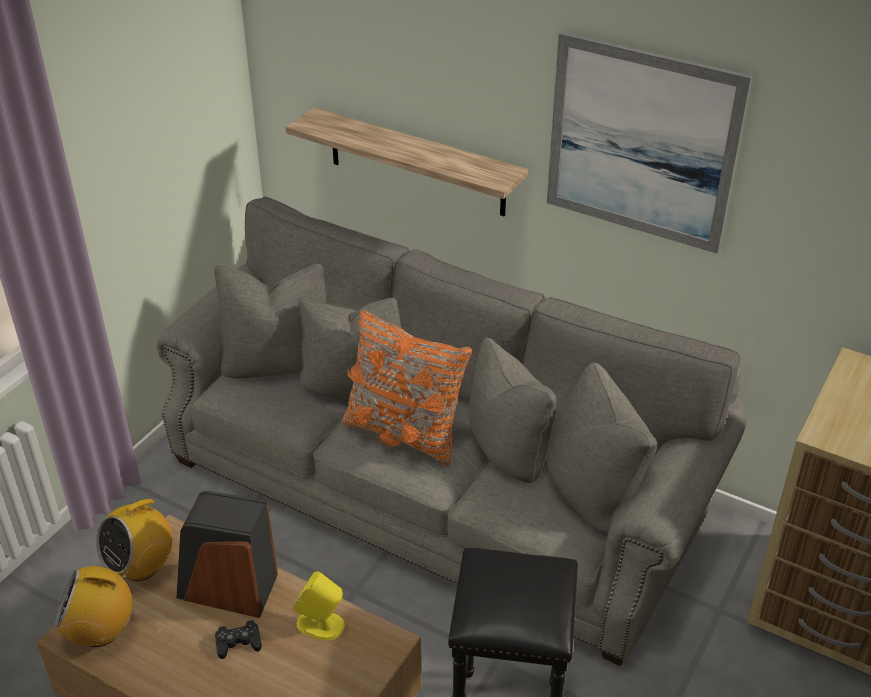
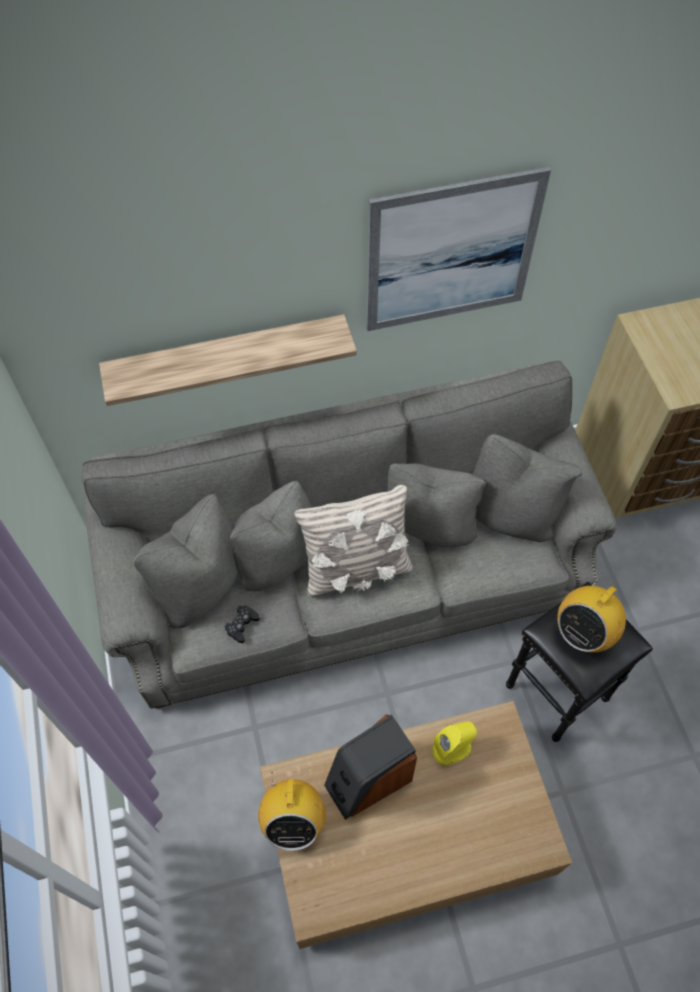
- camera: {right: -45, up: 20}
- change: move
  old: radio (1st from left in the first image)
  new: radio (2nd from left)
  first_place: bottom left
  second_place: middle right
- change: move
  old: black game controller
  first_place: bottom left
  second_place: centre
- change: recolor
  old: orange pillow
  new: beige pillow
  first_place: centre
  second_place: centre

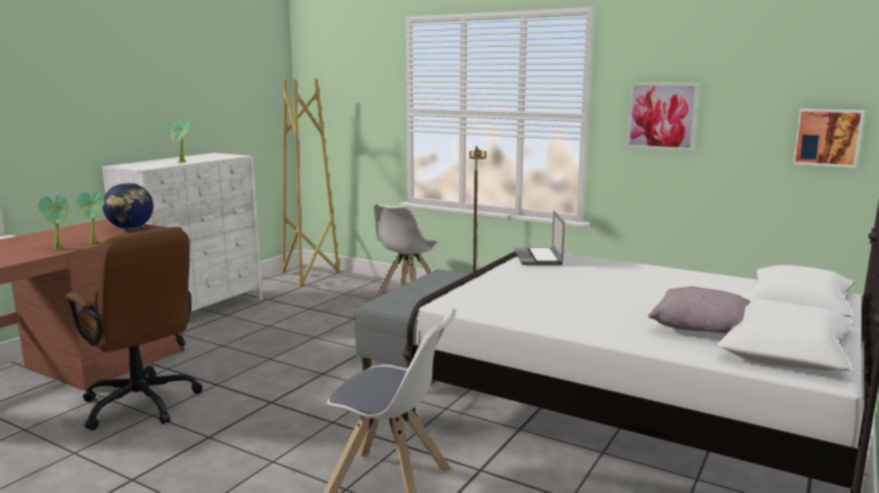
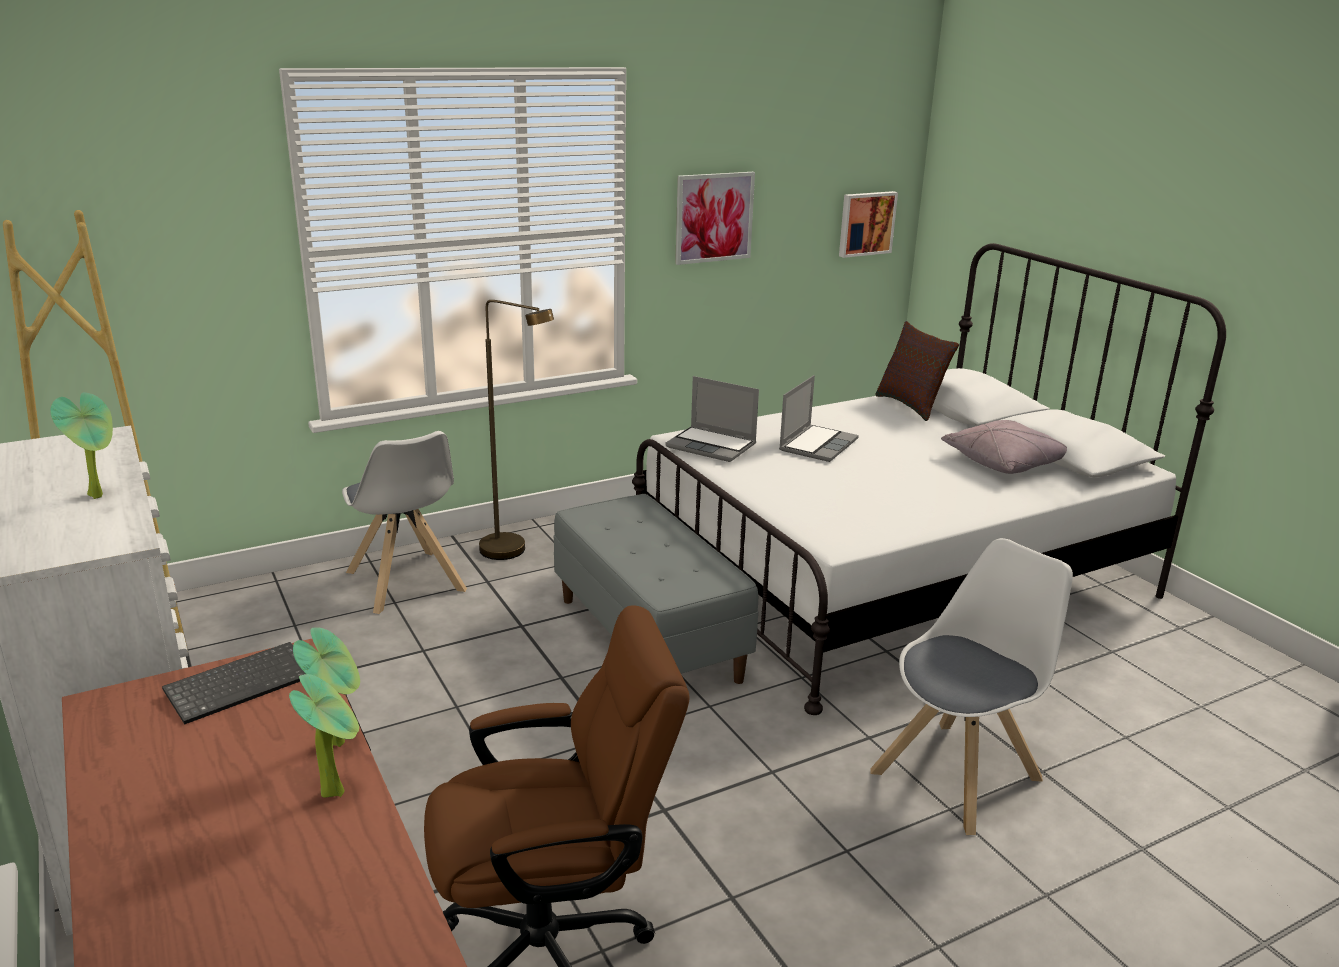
- camera: {right: -60, up: 10}
- change: insert
  new: laptop (2nd from left)
  second_place: centre
- change: insert
  new: brown pillow
  second_place: middle right
- change: replace
  old: globe
  new: keyboard
  first_place: middle left
  second_place: bottom left

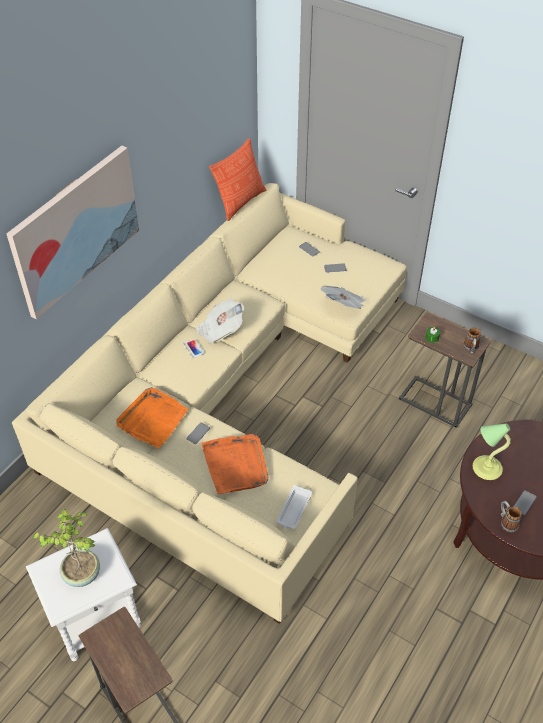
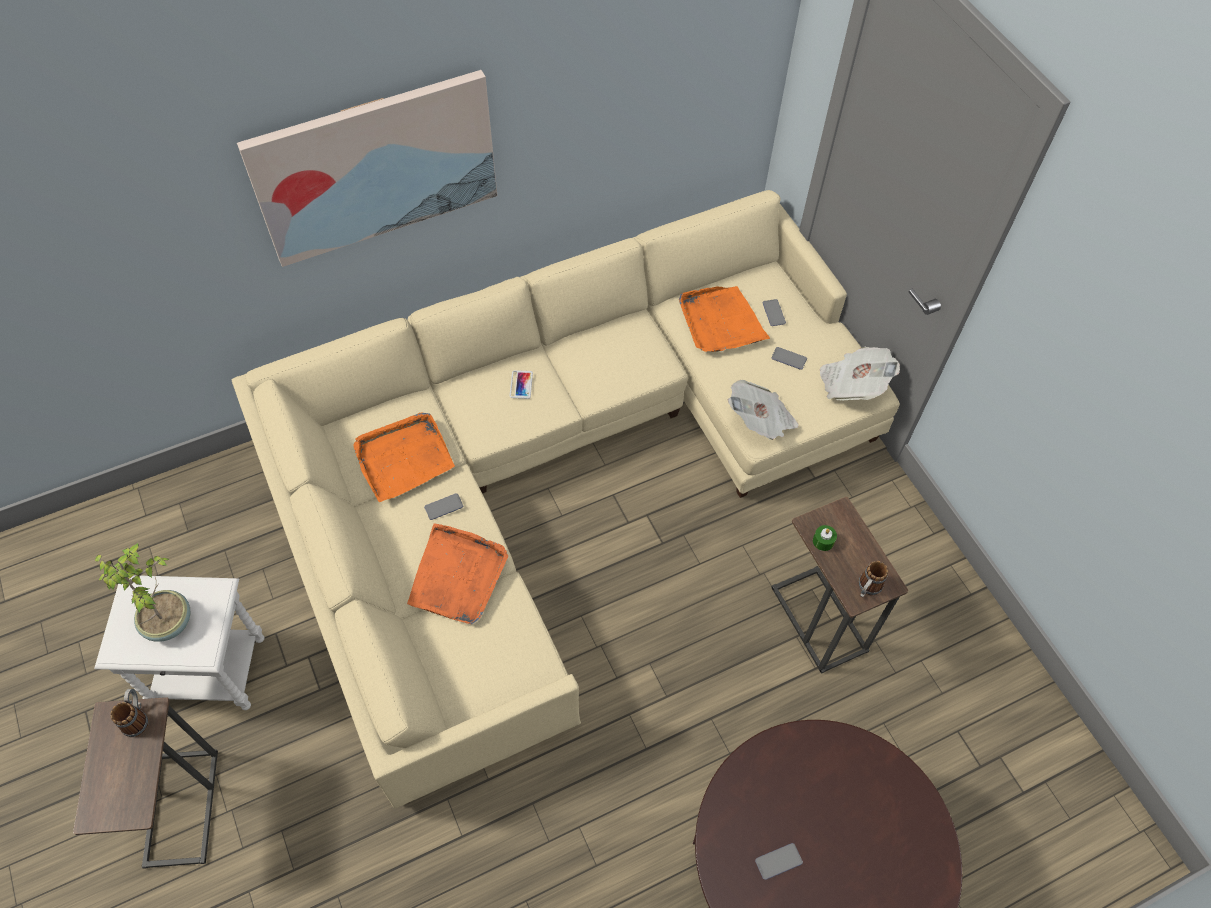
- camera: {right: 30, up: 10}
- change: delete
  old: orange pillow
  first_place: top centre
- change: delete
  old: white tray
  first_place: bottom centre
- change: delete
  old: table lamp
  first_place: middle right
- change: insert
  new: orange tray (3rd from left)
  second_place: centre
- change: move
  old: newspaper (1st from left in the first image)
  new: newspaper (2nd from left)
  first_place: centre
  second_place: middle right
- change: move
  old: mug (2nd from left in the first image)
  new: mug (1st from left)
  first_place: bottom right
  second_place: bottom left

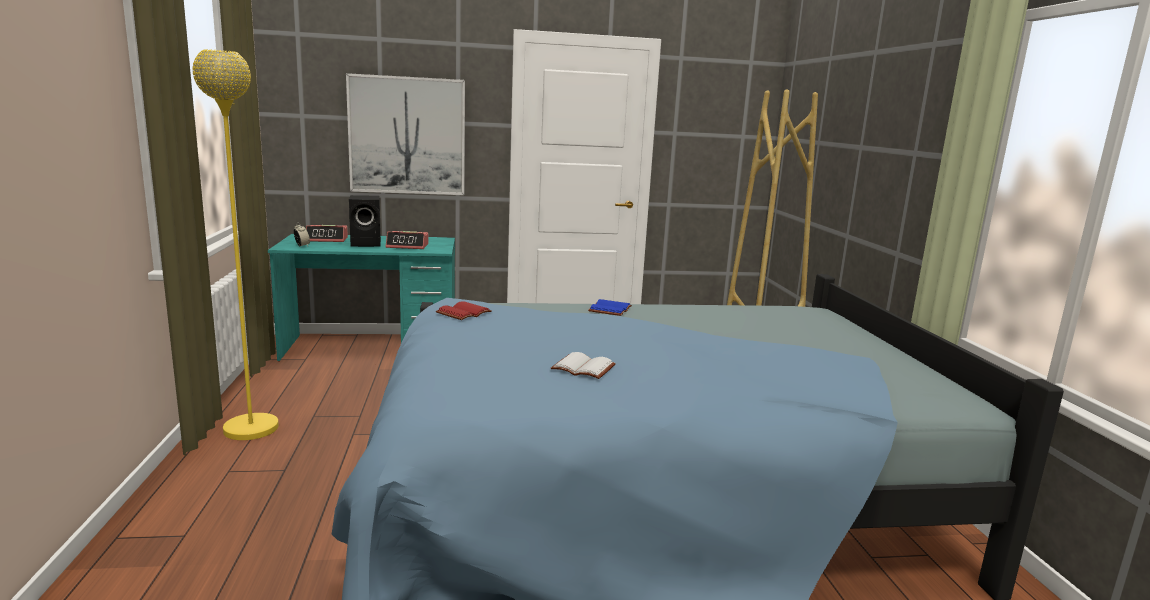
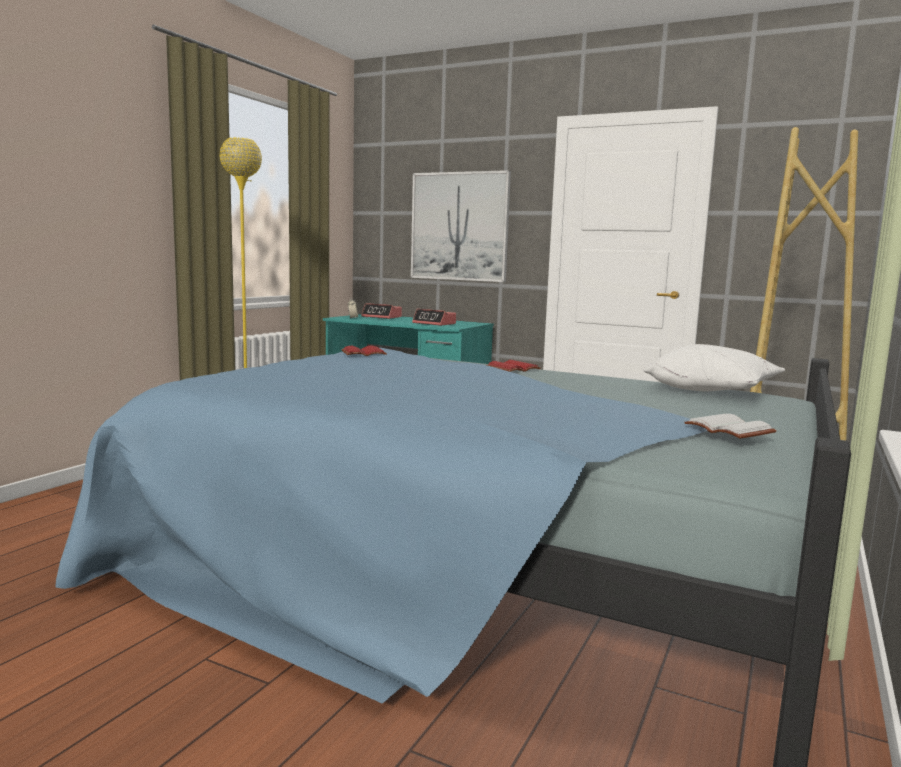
- camera: {right: 35, up: -5}
- change: delete
  old: black speaker
  first_place: middle left
- change: insert
  new: white pillow
  second_place: middle right
- change: move
  old: white book
  first_place: centre
  second_place: middle right
- change: recolor
  old: blue book
  new: red book (2nd from left)
  first_place: centre
  second_place: centre

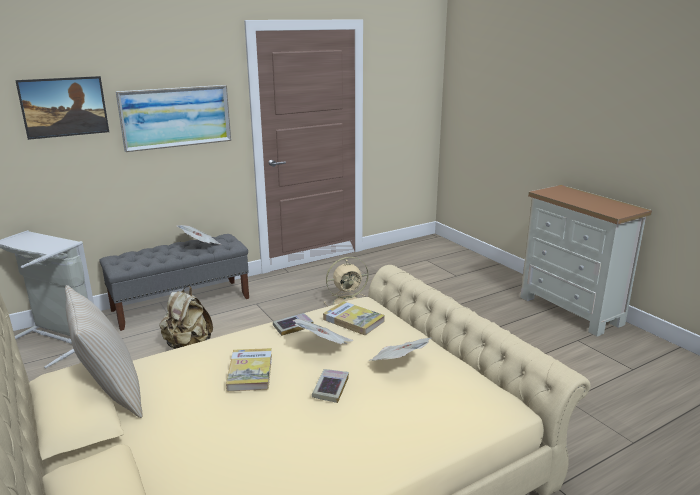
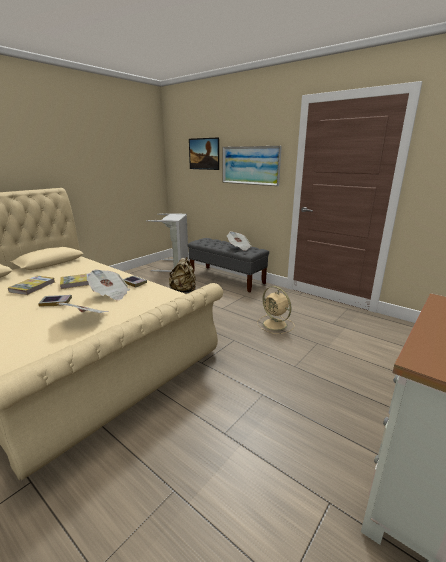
- camera: {right: 70, up: 0}
- change: delete
  old: beige pillow
  first_place: bottom left
- change: move
  old: book (4th from left in the first image)
  new: book (1st from left)
  first_place: centre
  second_place: middle left

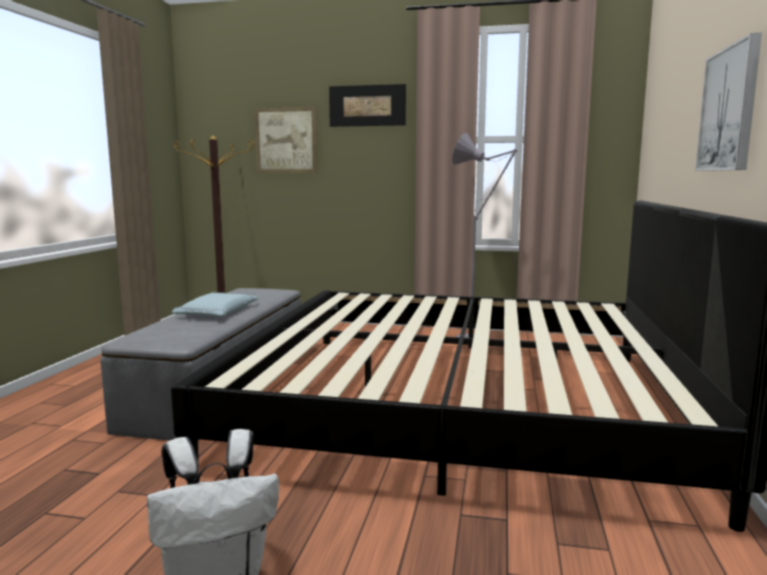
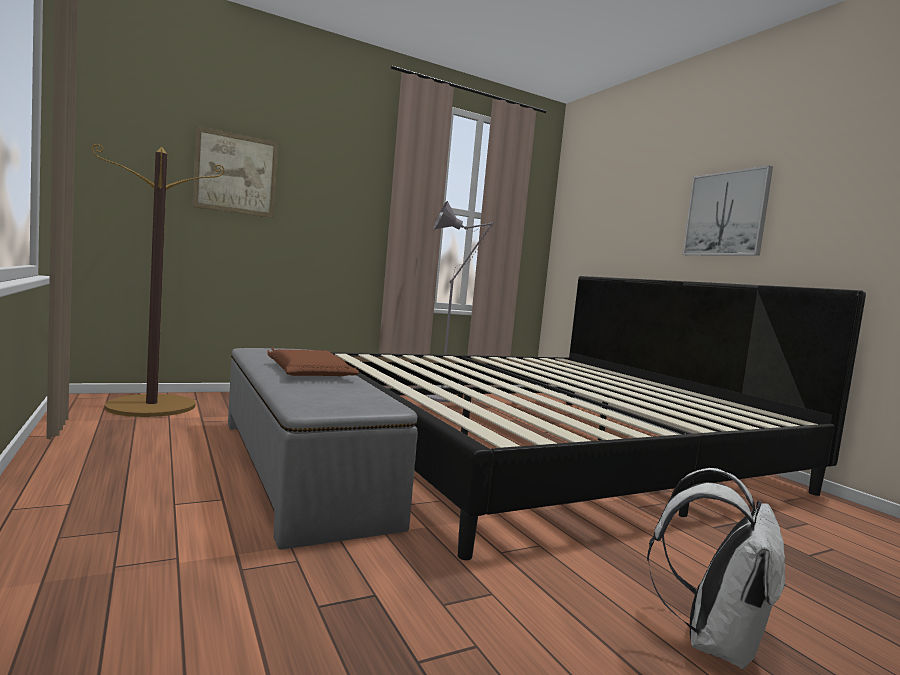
- camera: {right: -40, up: -5}
- change: delete
  old: picture (2nd from left)
  first_place: top centre
- change: recolor
  old: blue pillow
  new: brown pillow
  first_place: middle left
  second_place: centre

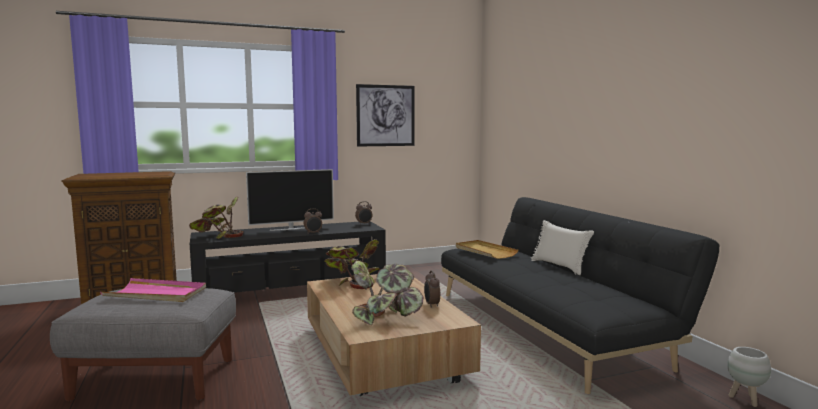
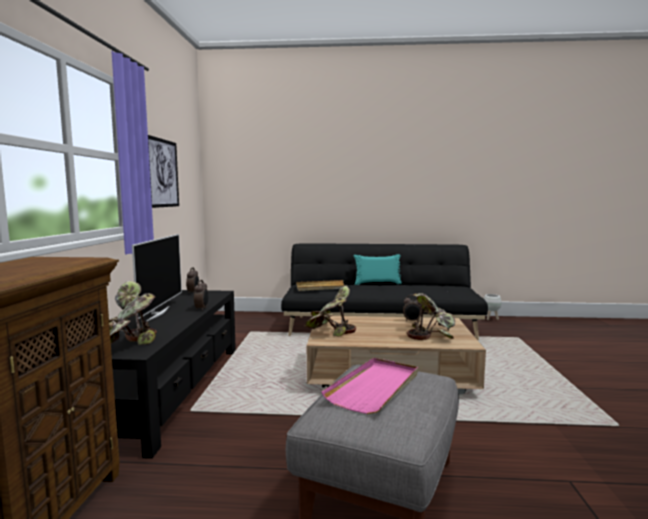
- camera: {right: -65, up: 0}
- change: recolor
  old: white pillow
  new: turquoise pillow
  first_place: middle right
  second_place: centre

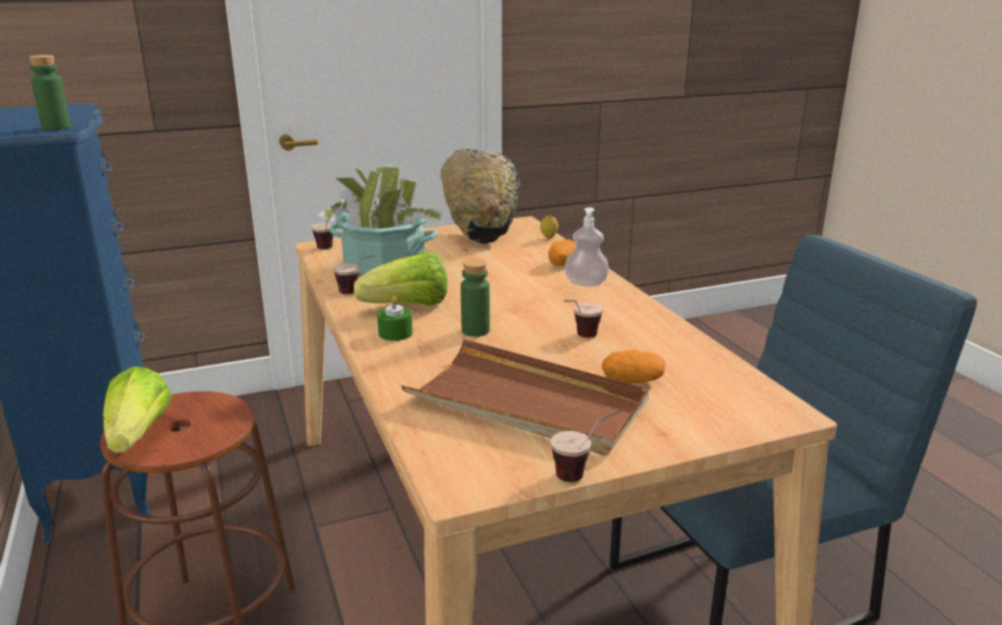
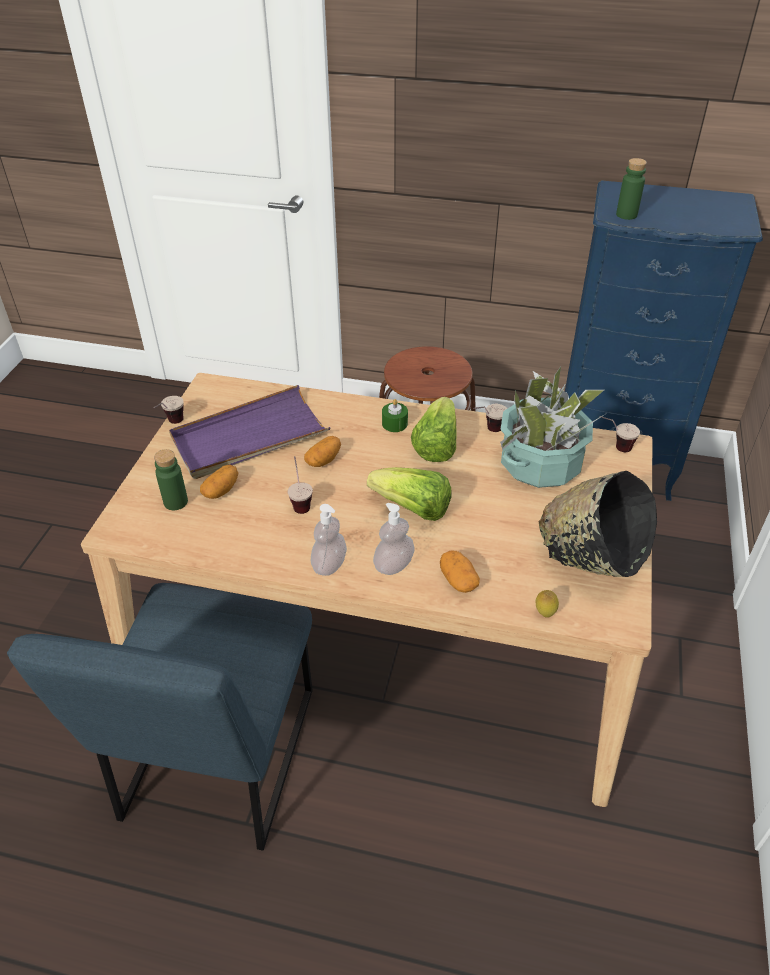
- camera: {right: 125, up: 20}
- change: insert
  new: potato (2nd from left)
  second_place: centre
- change: insert
  new: soap dispenser (1st from left)
  second_place: centre
- change: move
  old: lettuce (1st from left)
  first_place: middle left
  second_place: centre
- change: move
  old: green bottle (2nd from left in the first image)
  new: green bottle (1st from left)
  first_place: centre
  second_place: middle left
- change: recolor
  old: brown tray
  new: purple tray
  first_place: centre
  second_place: middle left

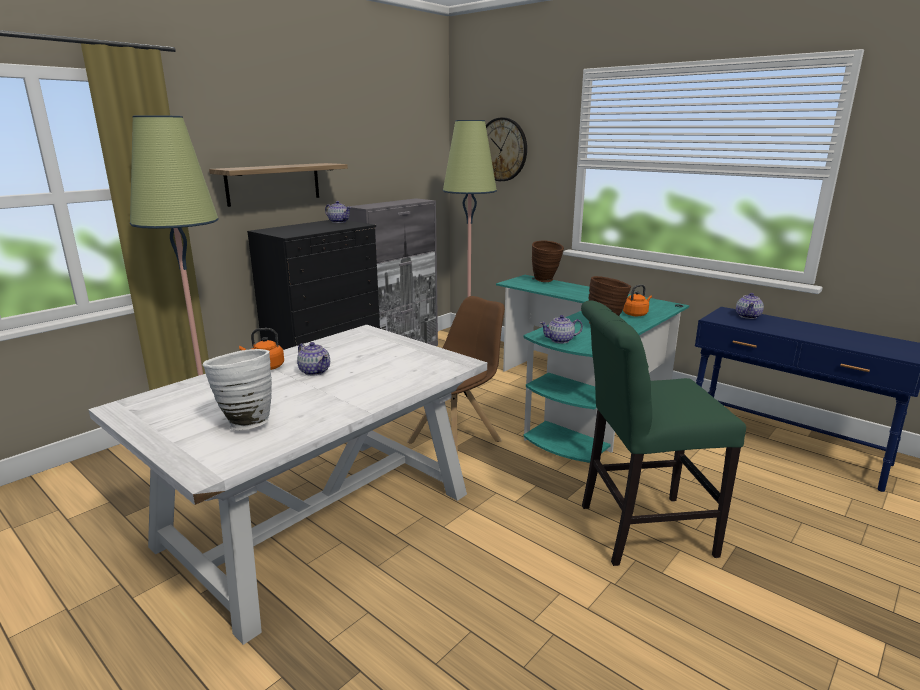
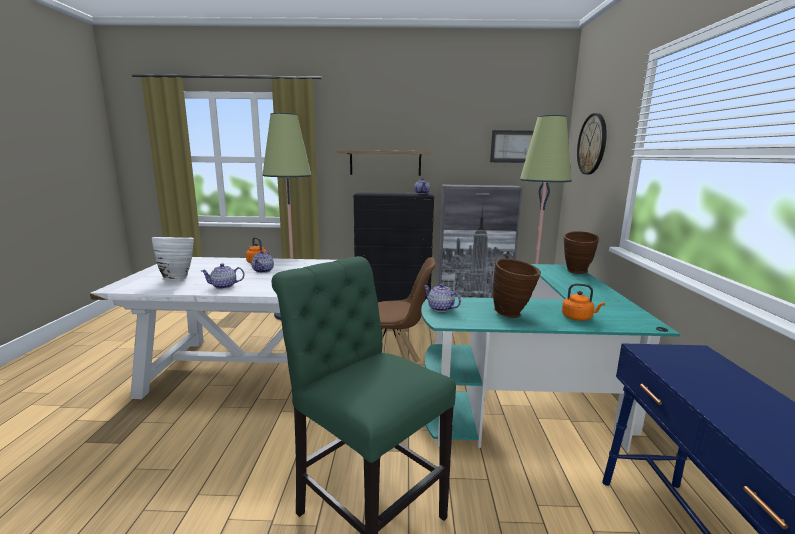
- camera: {right: 50, up: -5}
- change: insert
  new: picture
  second_place: top centre
- change: move
  old: teapot (4th from left in the first image)
  new: teapot (1st from left)
  first_place: middle right
  second_place: middle left

